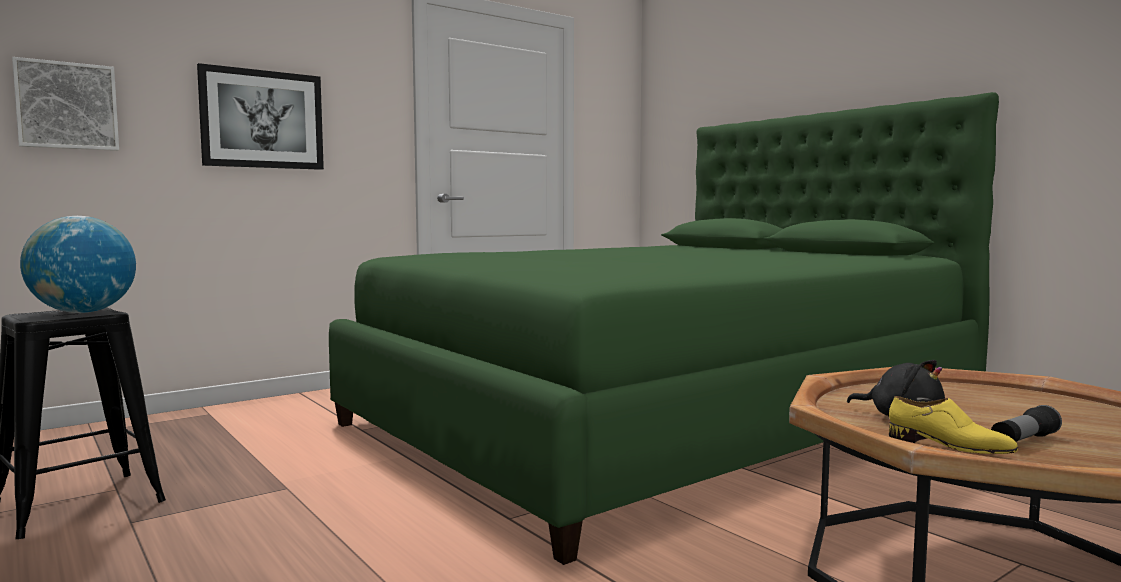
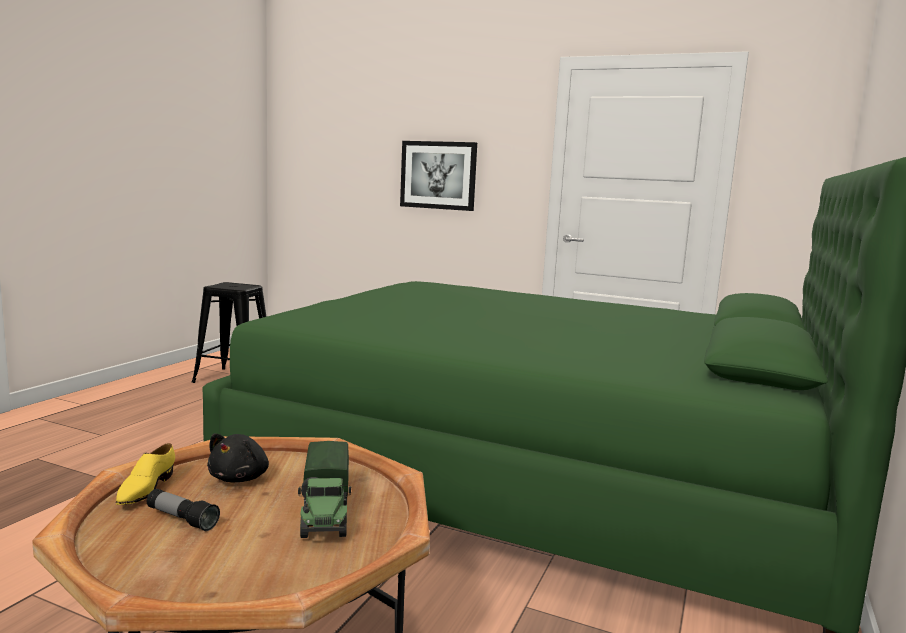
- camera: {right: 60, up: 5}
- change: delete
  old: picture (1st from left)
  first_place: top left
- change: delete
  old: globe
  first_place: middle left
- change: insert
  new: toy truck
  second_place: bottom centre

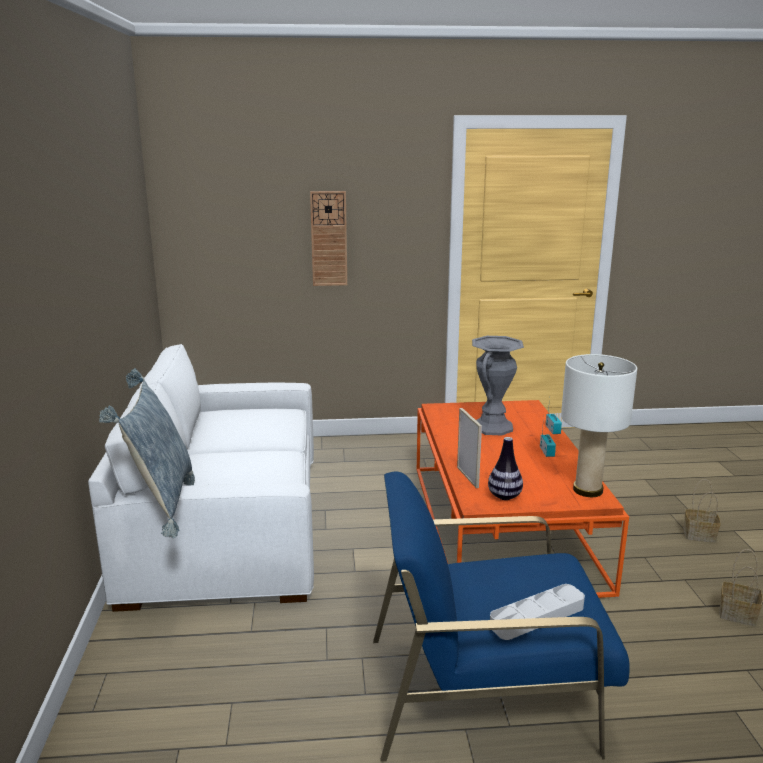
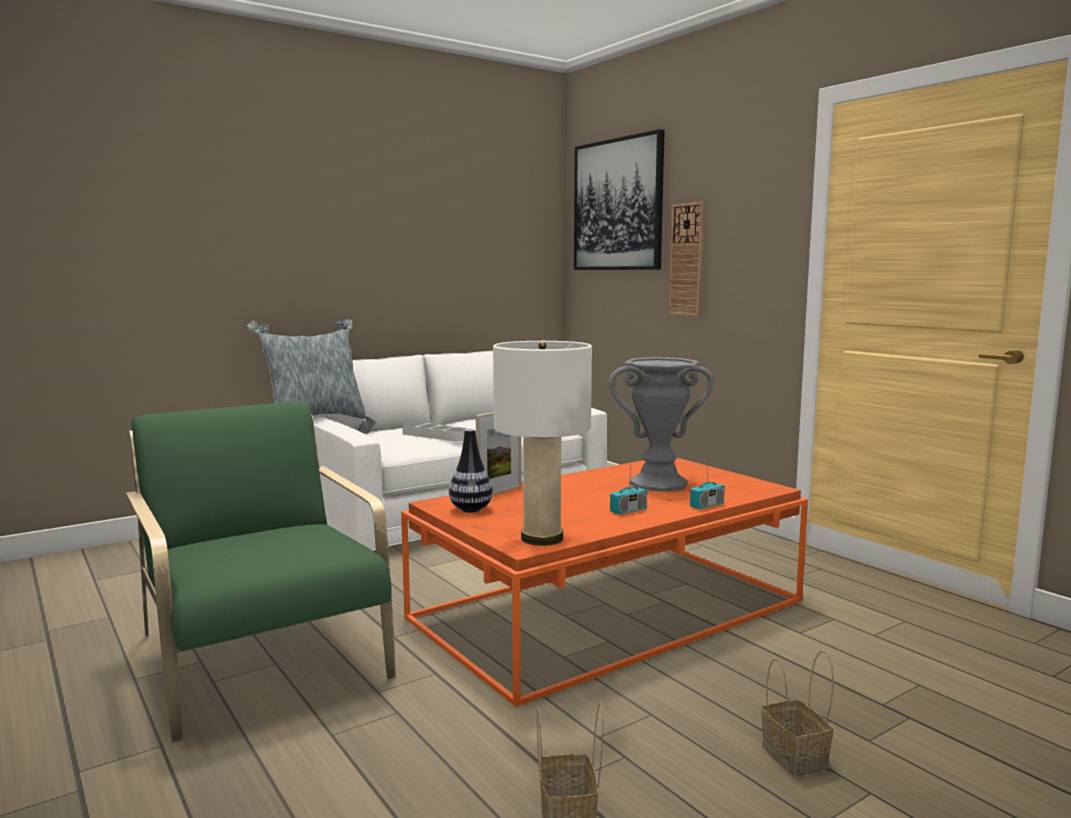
- camera: {right: 60, up: -10}
- change: insert
  new: picture
  second_place: top centre
- change: move
  old: grey tray
  first_place: bottom right
  second_place: centre
- change: recolor
  old: blue armchair
  new: green armchair
  first_place: bottom centre
  second_place: bottom left

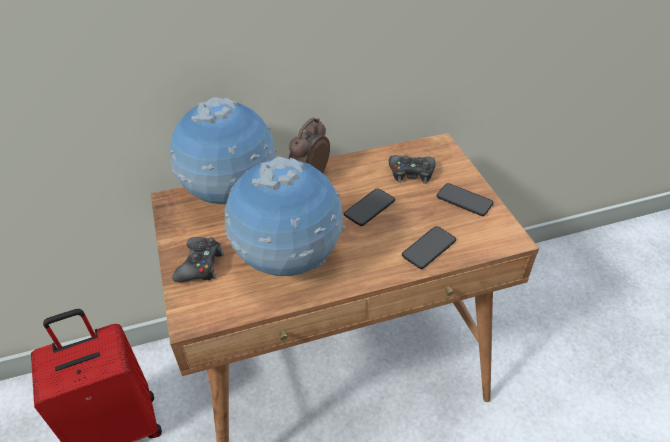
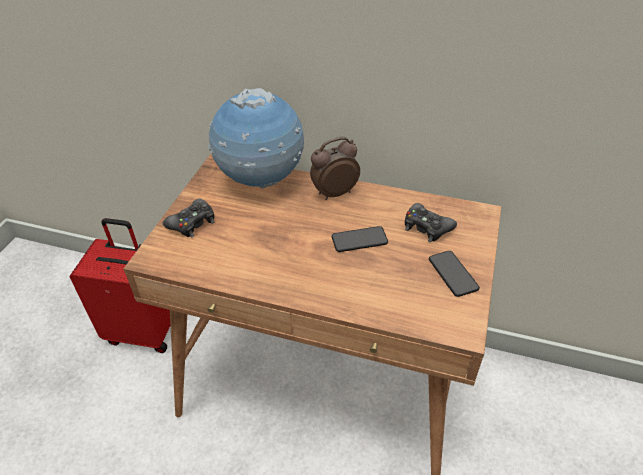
- camera: {right: 35, up: 0}
- change: delete
  old: globe (2nd from left)
  first_place: centre
- change: delete
  old: phone (2nd from left)
  first_place: centre

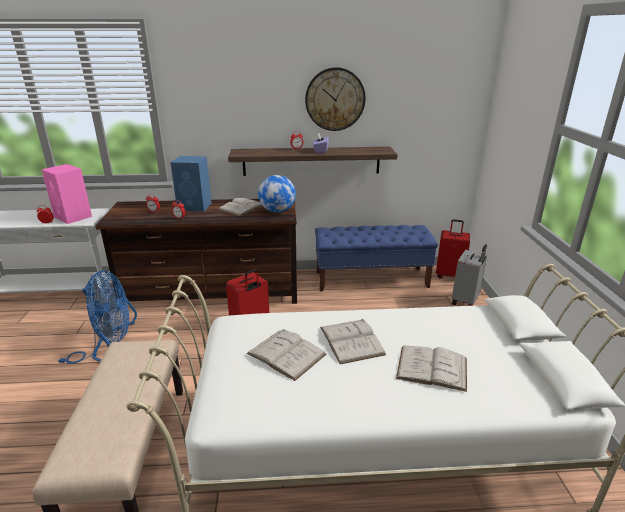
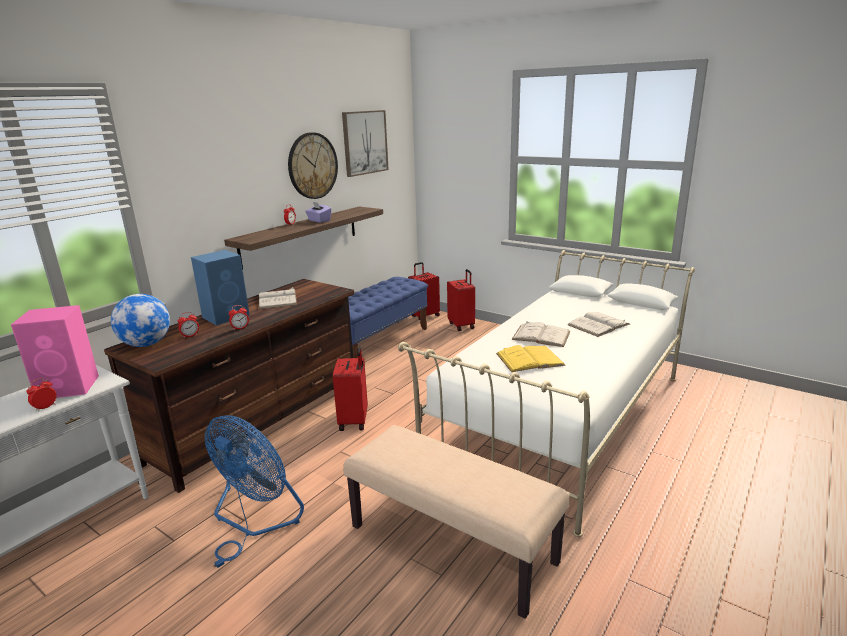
- camera: {right: -50, up: -5}
- change: insert
  new: picture
  second_place: top centre
- change: move
  old: globe
  first_place: centre
  second_place: middle left
- change: recolor
  old: white book (2nd from left)
  new: yellow book
  first_place: bottom centre
  second_place: centre
- change: recolor
  old: grey suitcase
  new: red suitcase (3rd from left)
  first_place: middle right
  second_place: centre

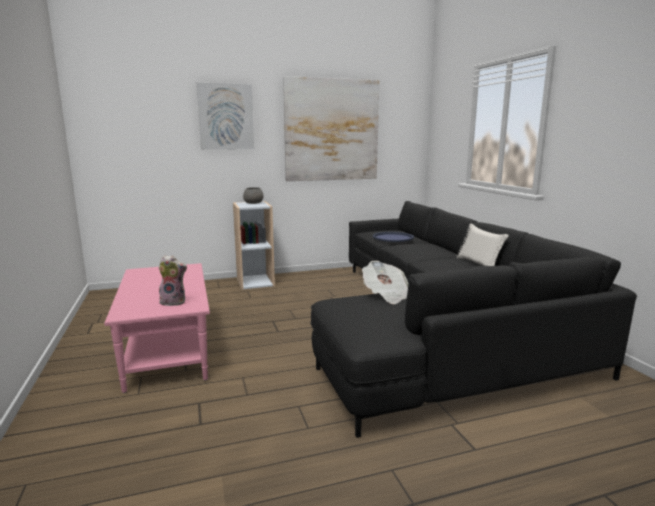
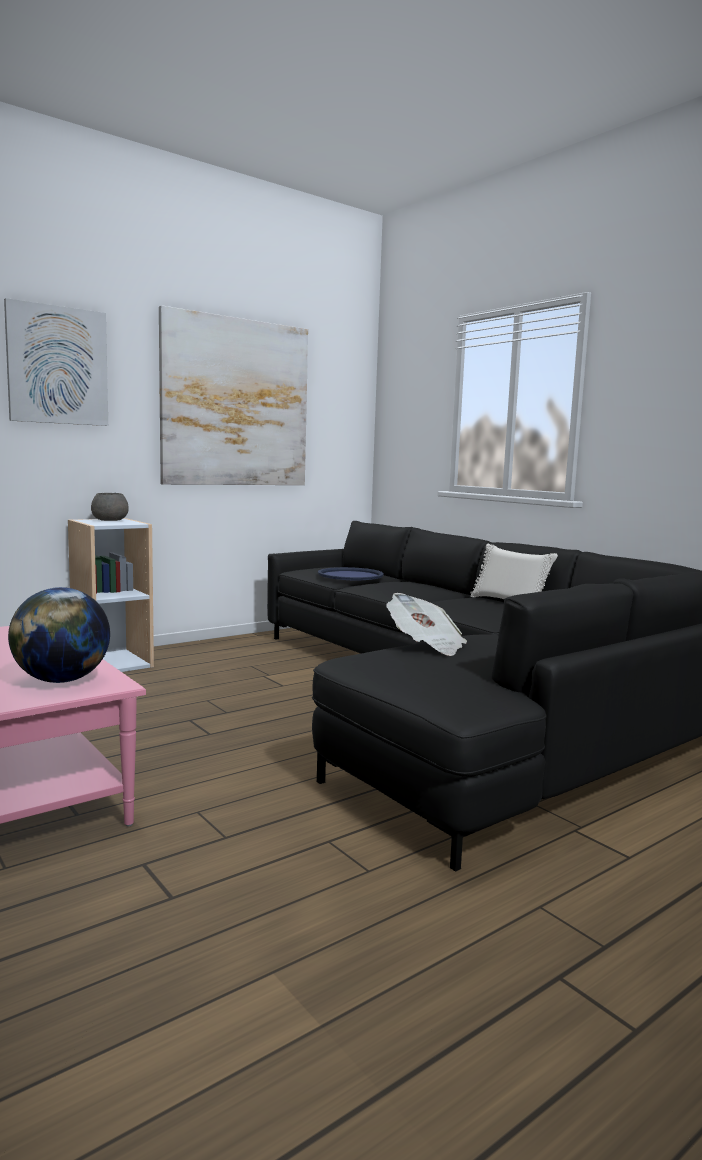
- camera: {right: -20, up: -5}
- change: replace
  old: plush toy
  new: globe
  first_place: middle left
  second_place: middle left

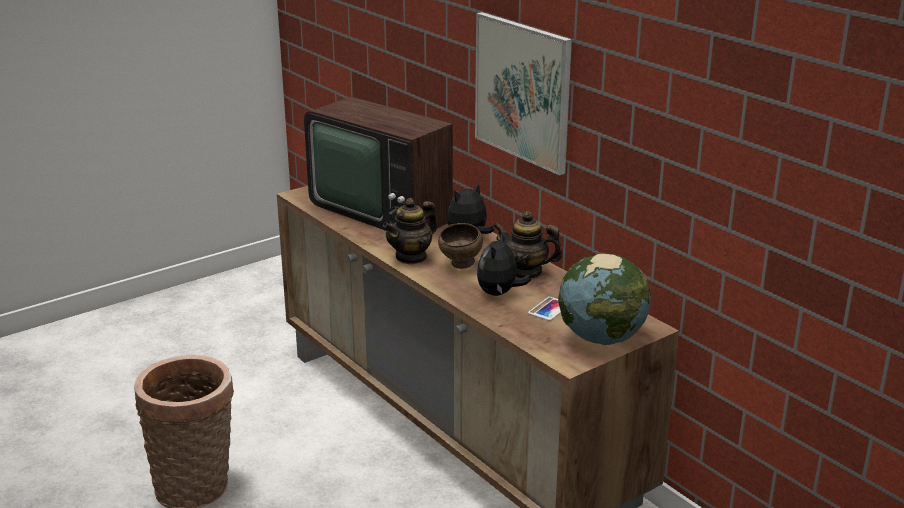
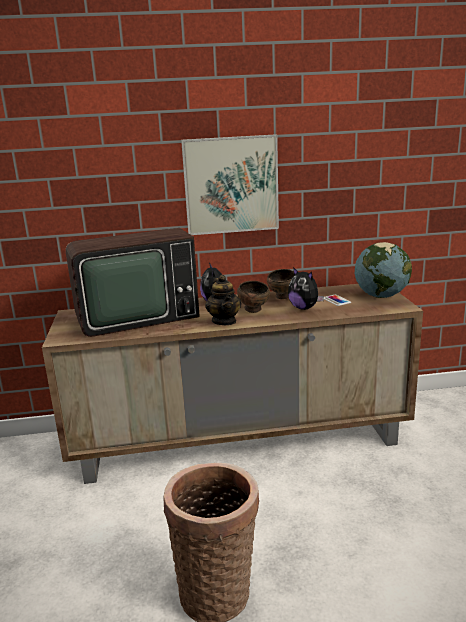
- camera: {right: -60, up: -5}
- change: replace
  old: teapot (2nd from left)
  new: brown bowl (2nd from left)
  first_place: centre
  second_place: centre

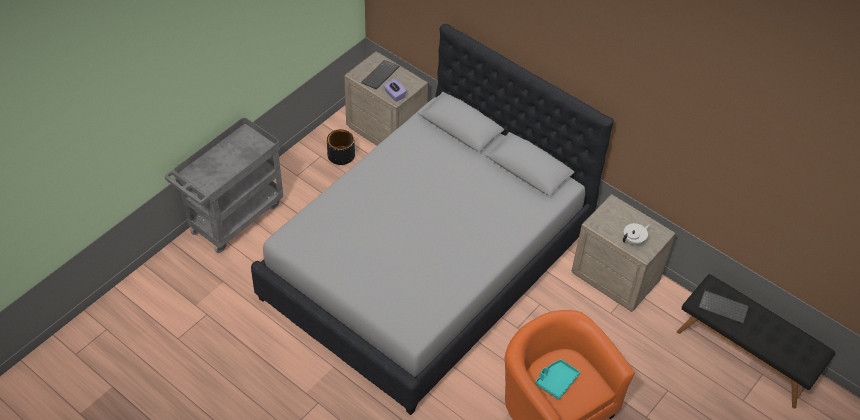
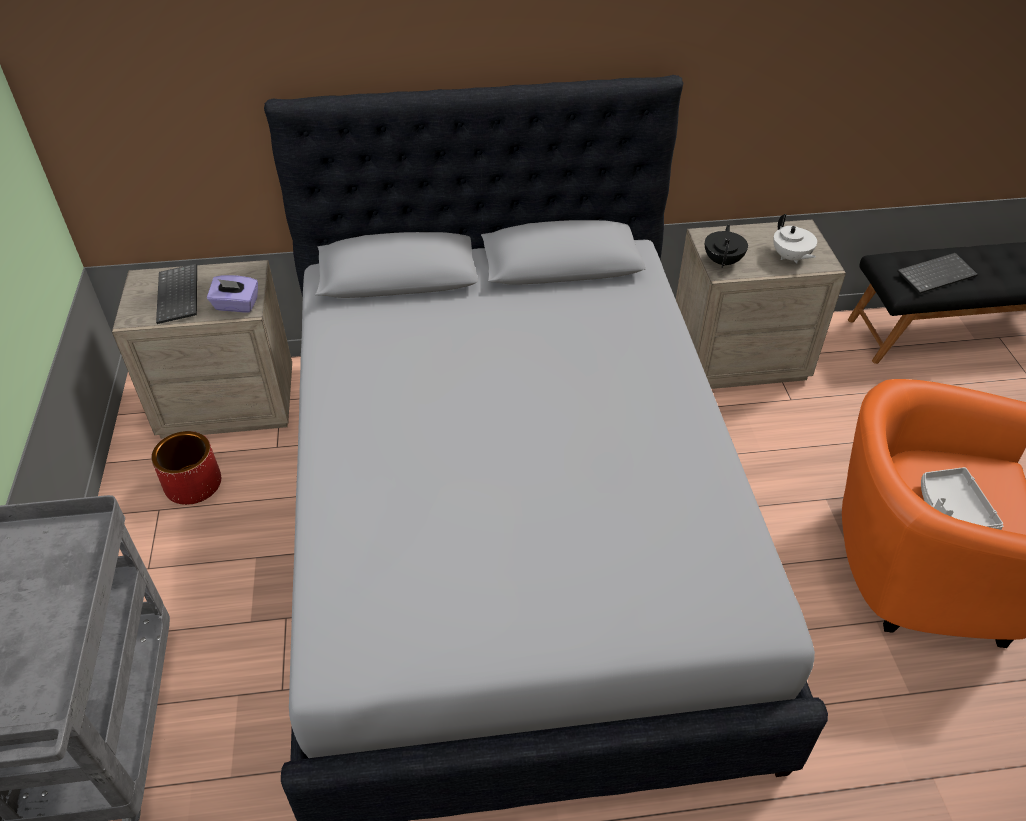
- camera: {right: -45, up: -5}
- change: insert
  new: black teapot
  second_place: top right
- change: recolor
  old: black planter
  new: red planter
  first_place: centre
  second_place: middle left
- change: recolor
  old: turquoise tray
  new: grey tray
  first_place: bottom centre
  second_place: middle right
- change: rotate
  old: white teapot
  first_place: middle right
  second_place: top right
  degrees: 150

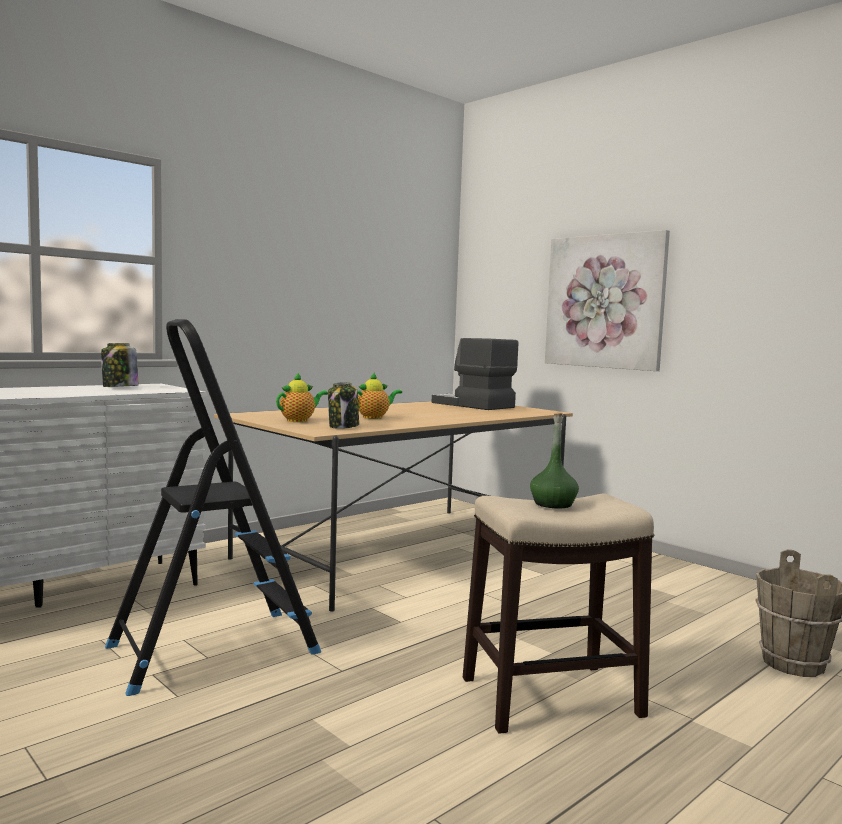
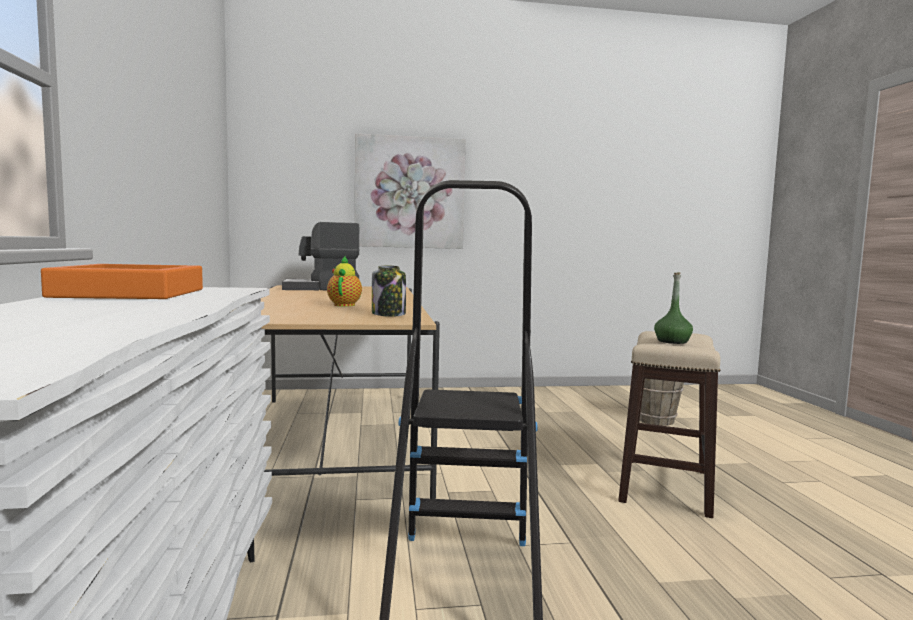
- camera: {right: -55, up: 0}
- change: delete
  old: teapot (1st from left)
  first_place: centre
- change: replace
  old: jar (1st from left)
  new: orange tray
  first_place: middle left
  second_place: middle left

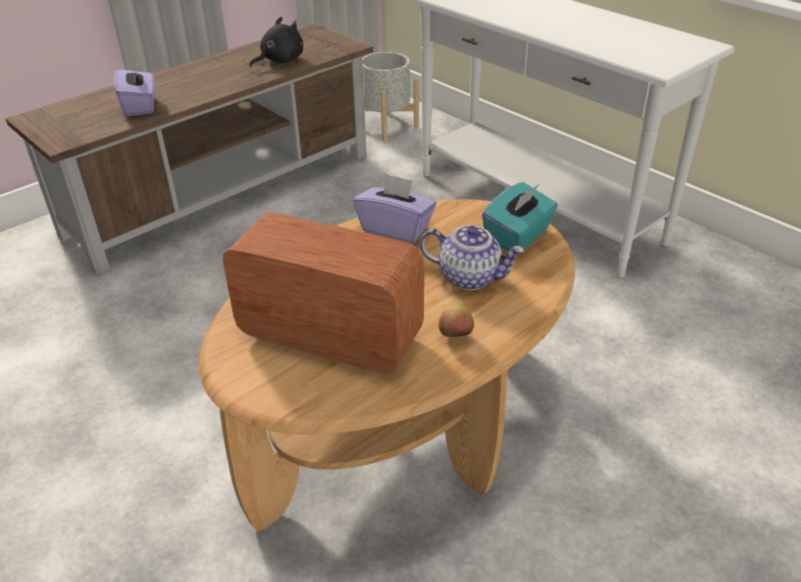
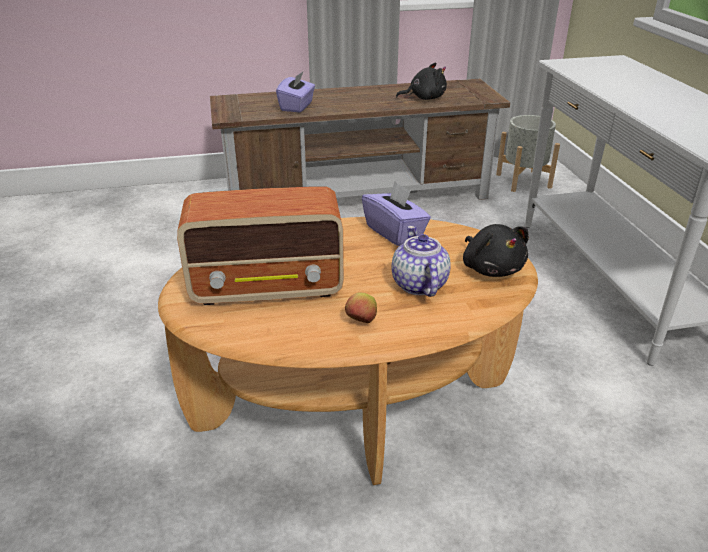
- camera: {right: 30, up: -5}
- change: replace
  old: turquoise tissue box
  new: black plush toy (2nd from left)
  first_place: centre
  second_place: middle right
- change: rotate
  old: radio
  first_place: centre
  second_place: centre
  degrees: 120
- change: rotate
  old: teapot
  first_place: centre
  second_place: centre
  degrees: -150

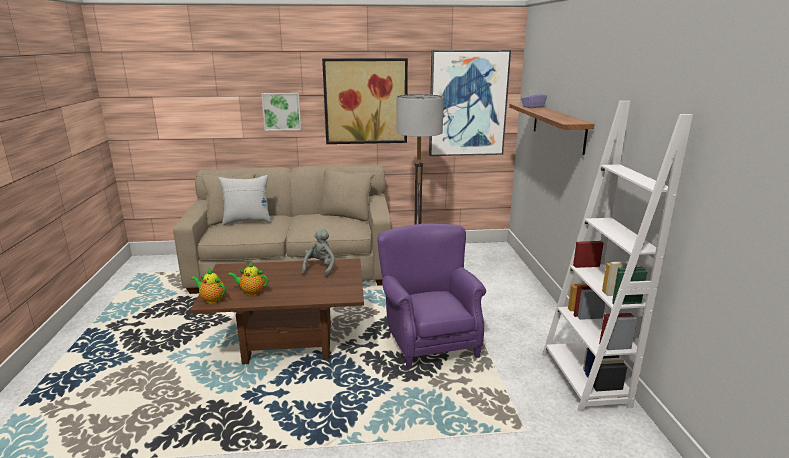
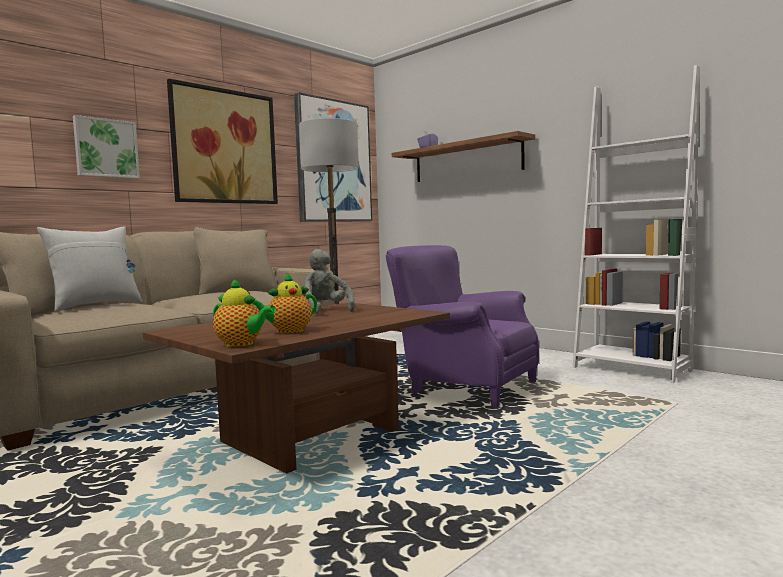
- camera: {right: -40, up: -15}
- change: rotate
  old: teapot (1st from left)
  first_place: middle left
  second_place: middle left
  degrees: -135

